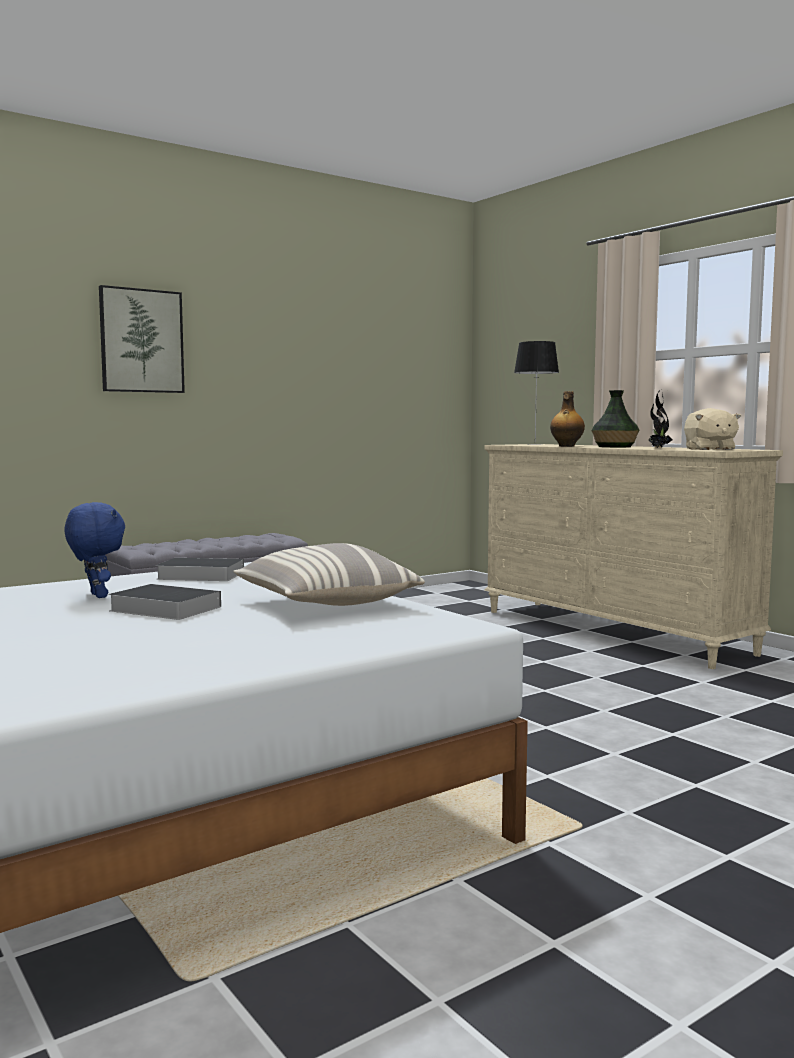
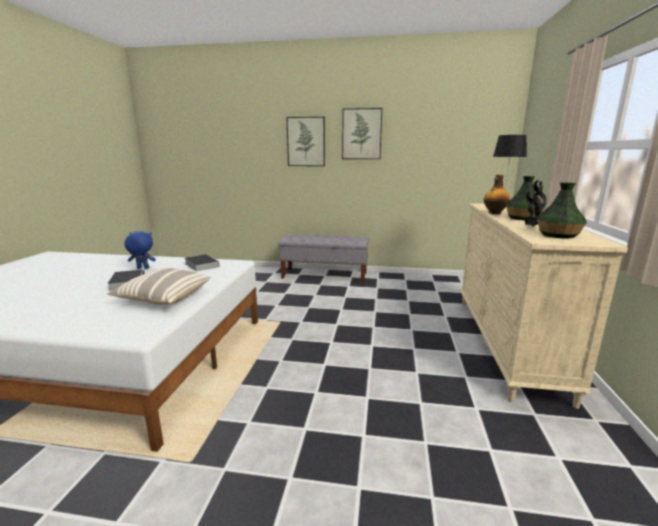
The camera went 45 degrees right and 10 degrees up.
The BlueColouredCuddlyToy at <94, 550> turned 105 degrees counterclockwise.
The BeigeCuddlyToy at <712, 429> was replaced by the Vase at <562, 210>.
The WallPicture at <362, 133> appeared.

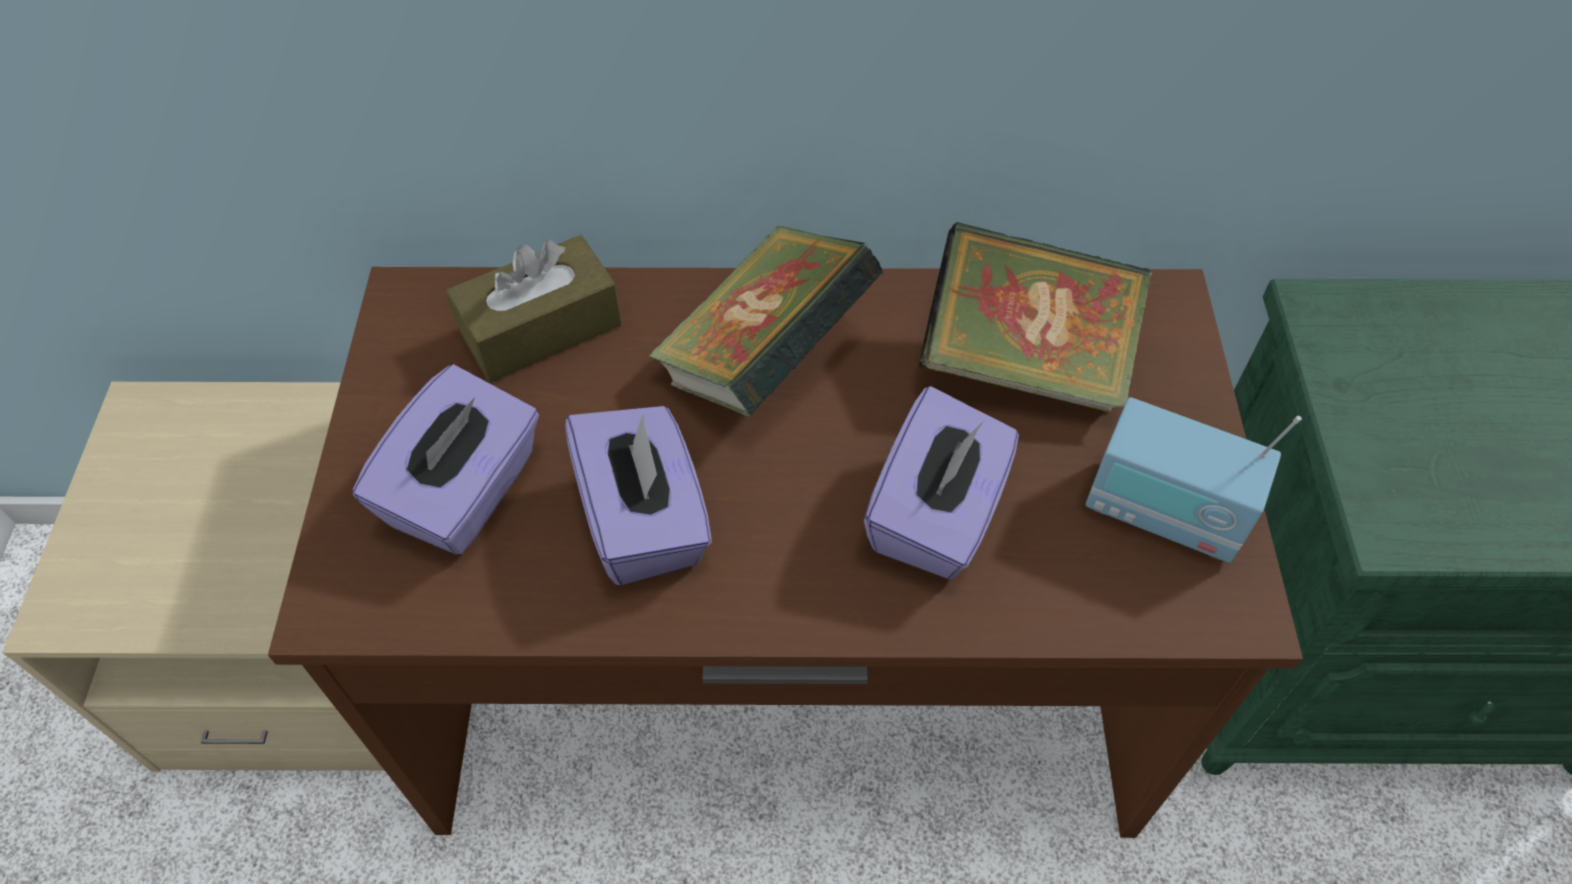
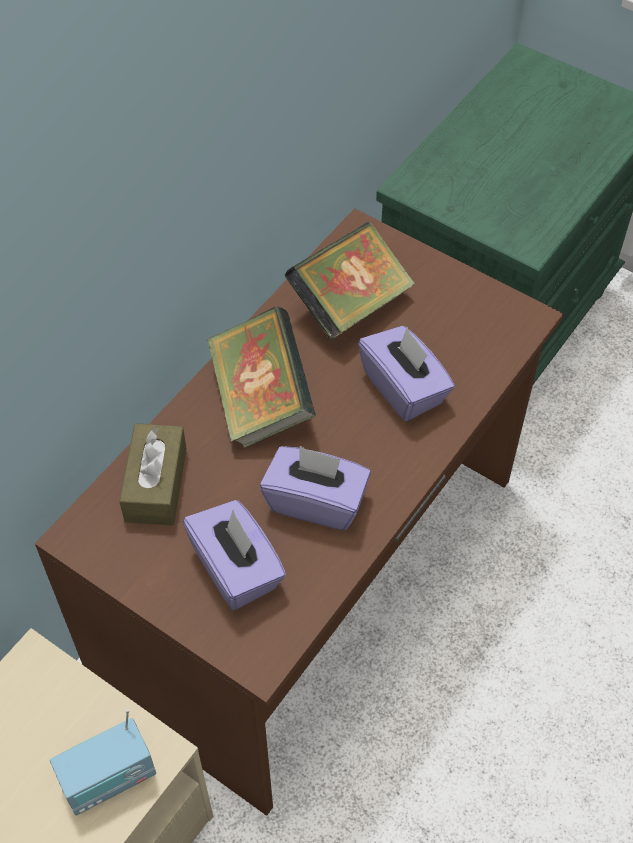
The camera went 55 degrees left and 0 degrees up.
The Radio moved from <1194, 480> to <103, 762>.

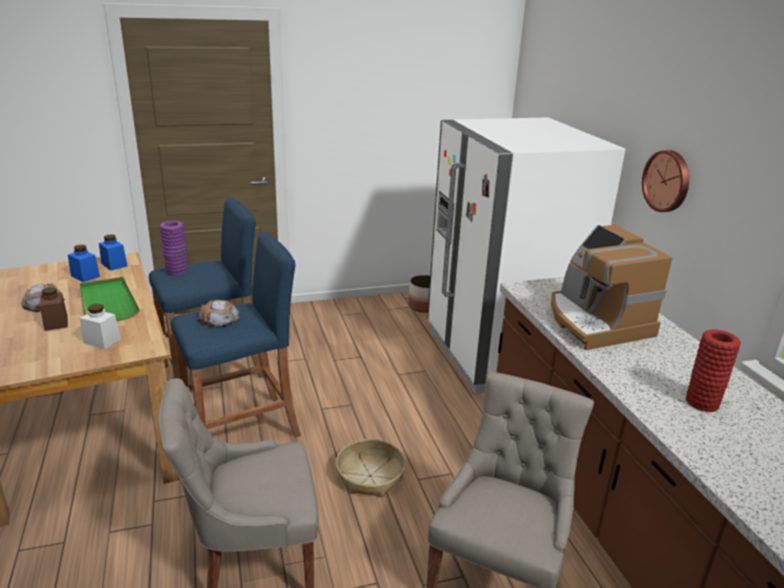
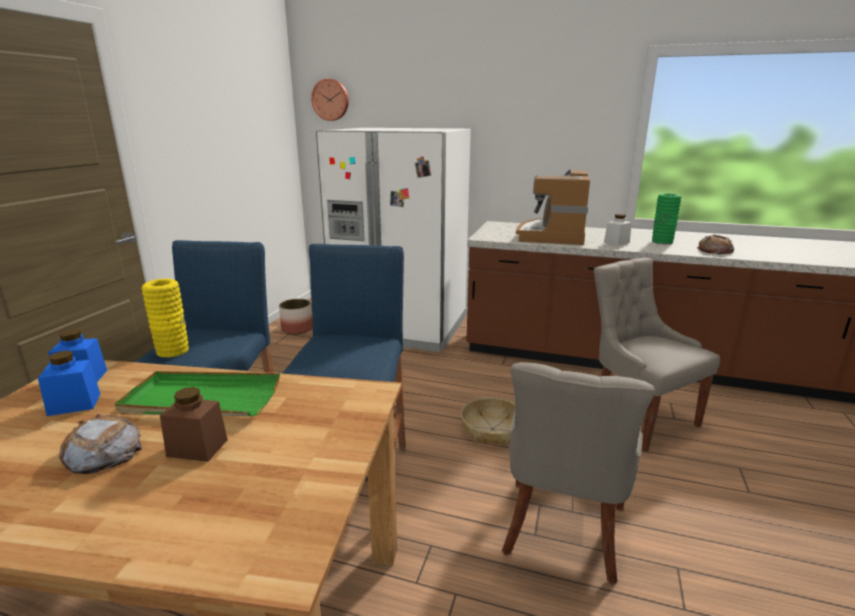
The camera went 55 degrees left and 5 degrees down.
The WhiteJar moved from <100, 326> to <618, 230>.
The PurplishVase at <174, 248> became the YellowColouredVase at <165, 318>.
The BakedBread moved from <218, 314> to <715, 244>.
The CoffeeMaker at <611, 287> turned 90 degrees clockwise.
The ClockOnTheWall moved from <665, 181> to <330, 100>.
The ReddishVase at <713, 371> became the GreenVase at <666, 218>.

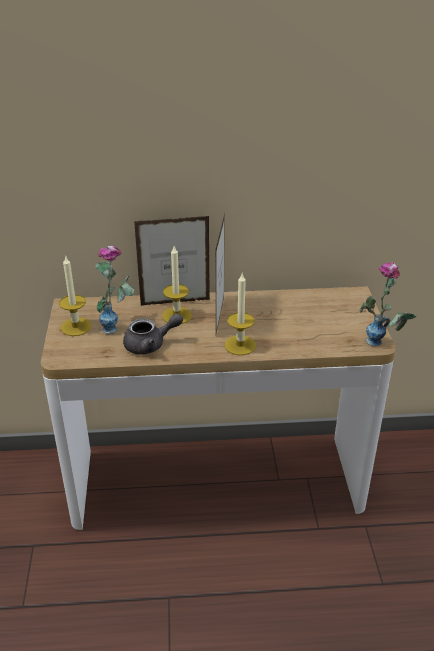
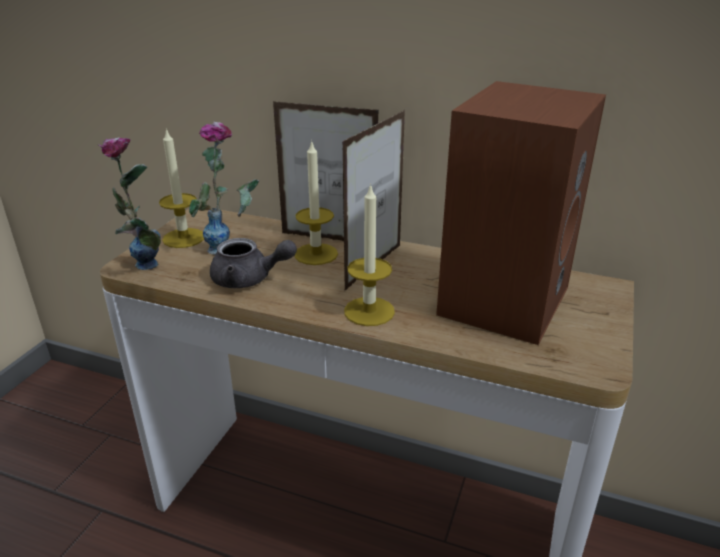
The camera went 25 degrees right and 5 degrees down.
The Vase moved from <388, 304> to <129, 203>.
The BrownishLoudspeaker at <521, 213> appeared.

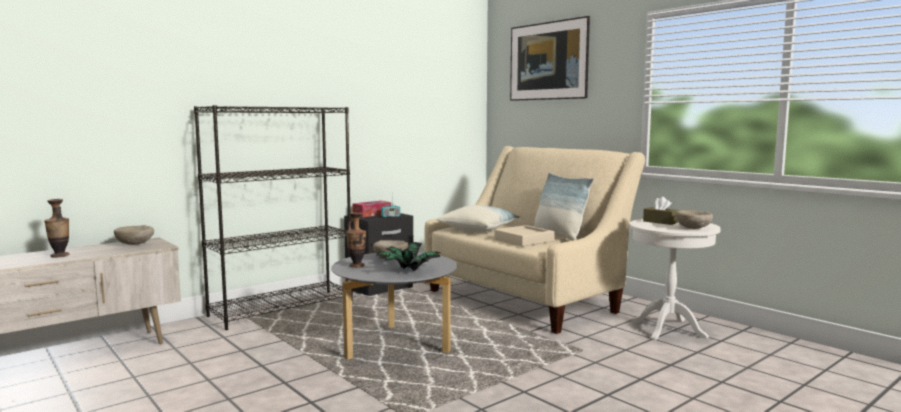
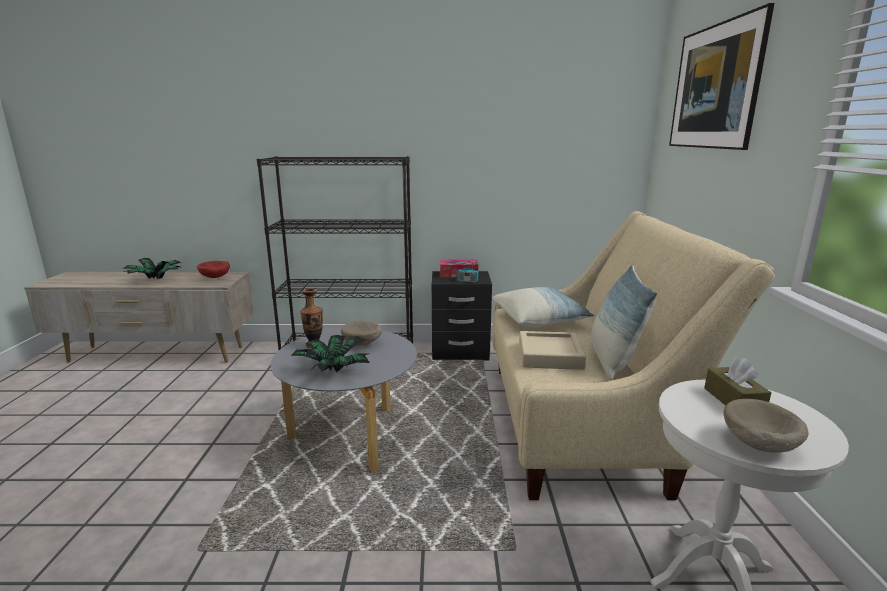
The camera went 40 degrees right and 10 degrees up.
The Vase at <56, 228> was replaced by the PlantInAPot at <152, 269>.
The BeigeBowl at <134, 235> became the ReddishBowl at <213, 269>.

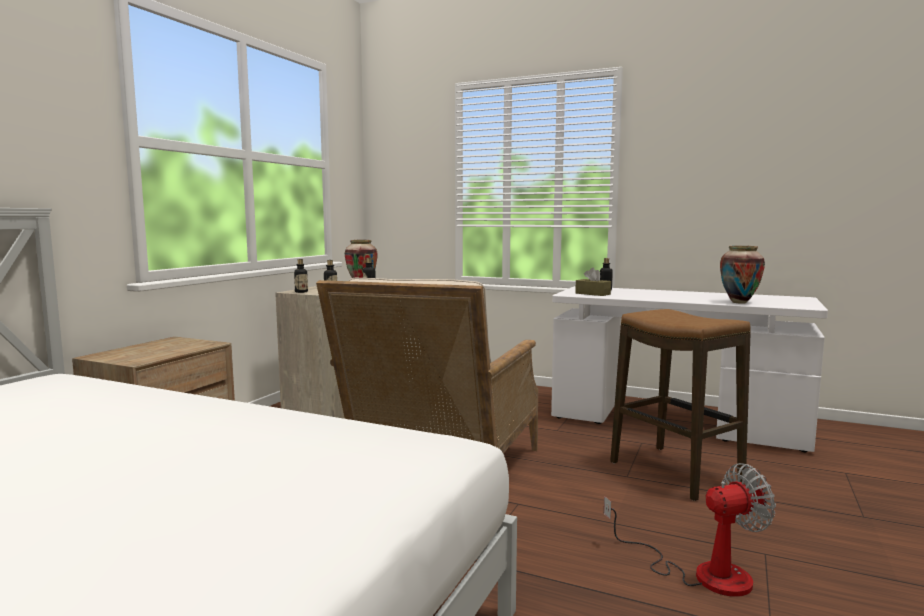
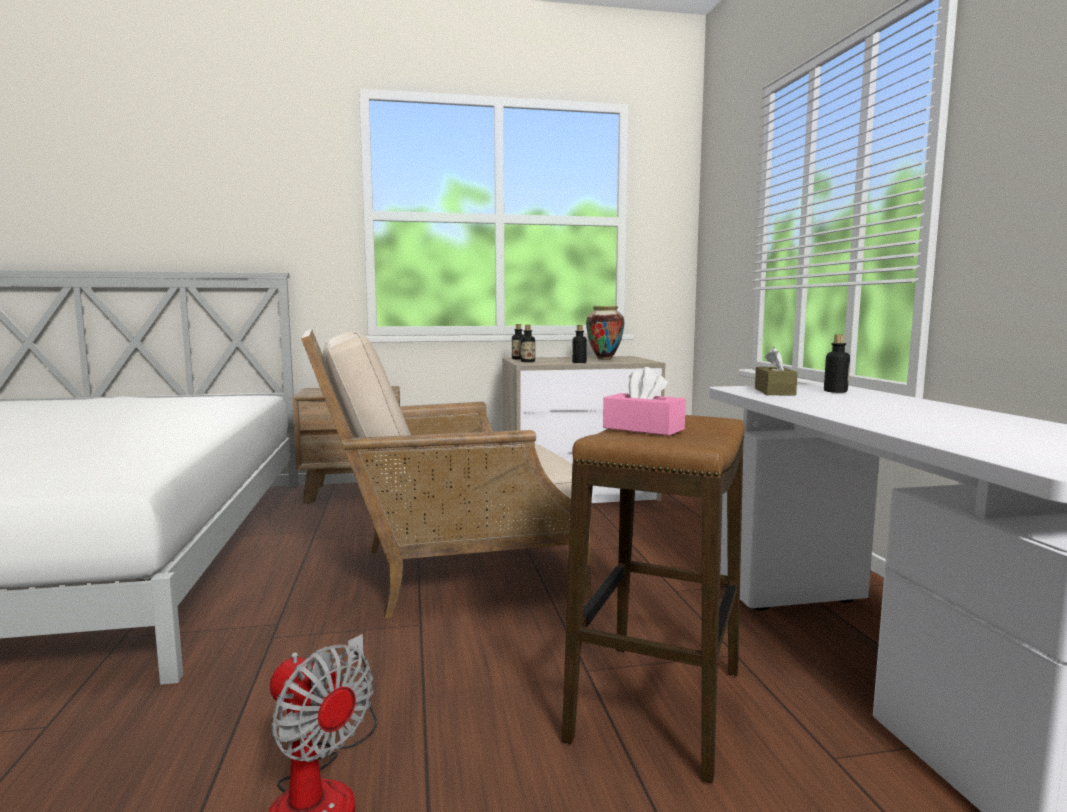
The camera went 55 degrees right and 0 degrees up.
The Vase at <742, 275> disappeared.
The PinkTissueBox at <644, 401> appeared.

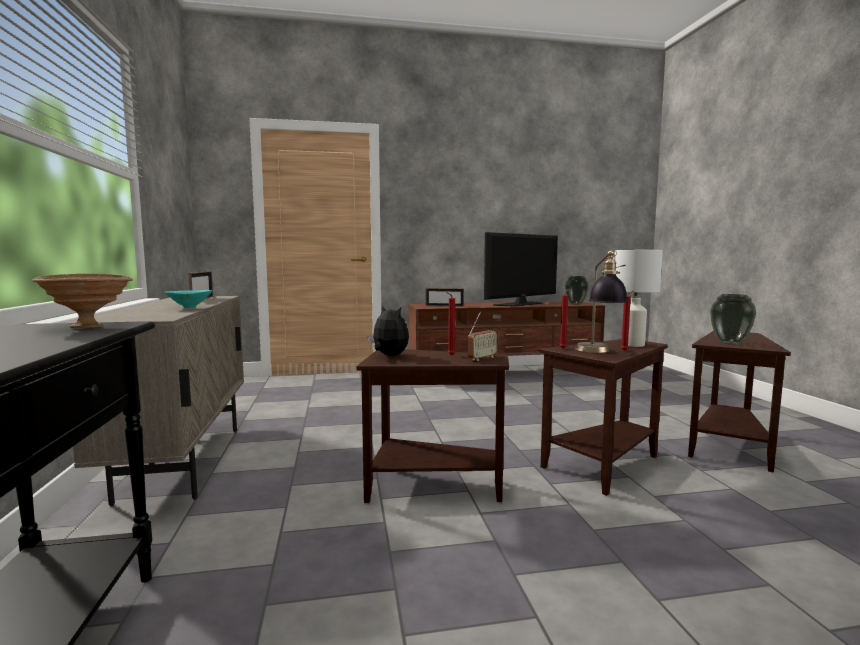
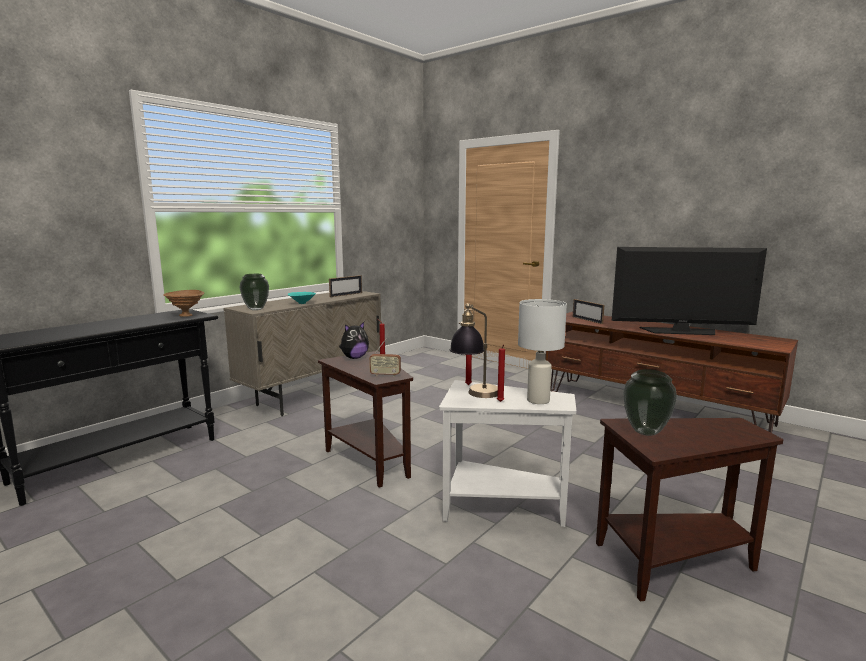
The camera went 50 degrees right and 5 degrees up.
The CuddlyToy at <388, 330> turned 45 degrees clockwise.
The BrownishSideTable at <603, 417> became the WhiteSideTable at <507, 453>.
The Vase moved from <577, 290> to <254, 292>.

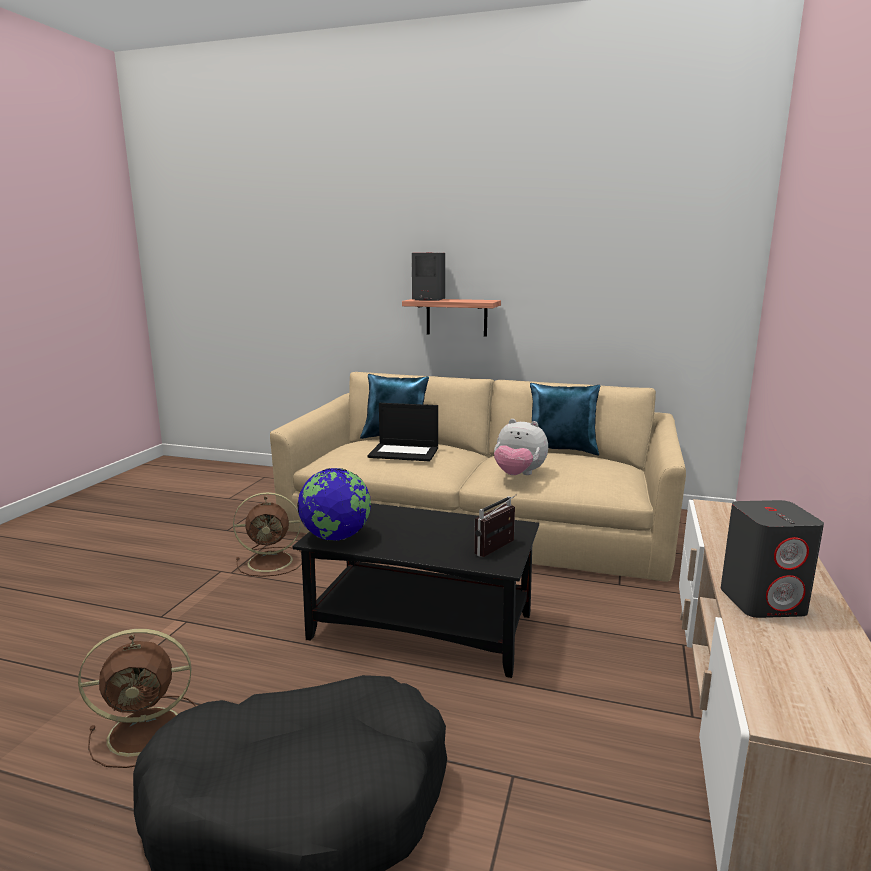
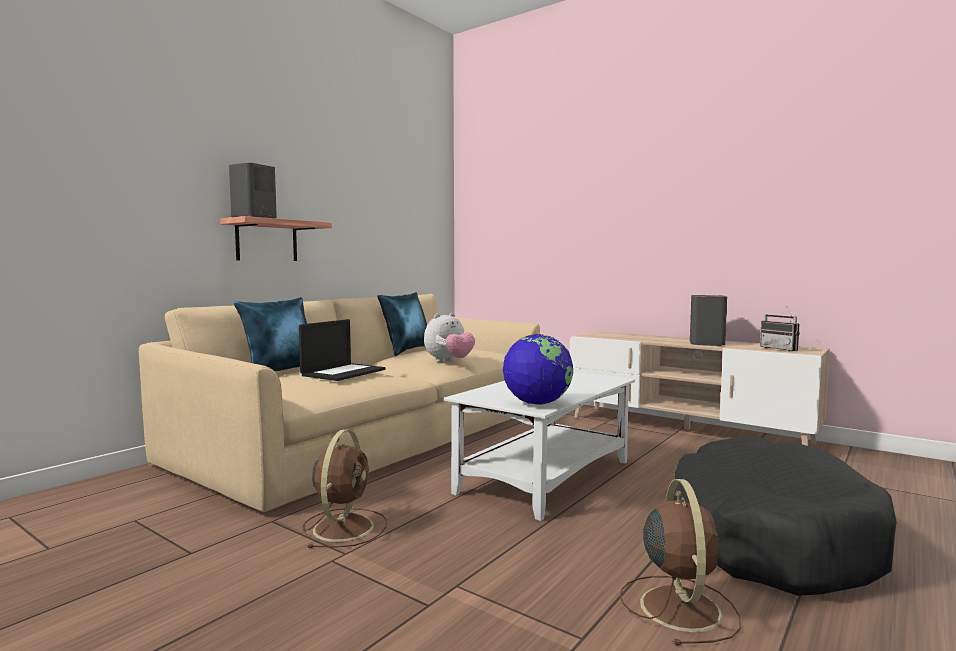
The camera went 70 degrees left and 10 degrees down.
The BlackColouredCoffeeTable at <415, 590> became the WhiteCoffeeTable at <539, 446>.
The Radio moved from <495, 526> to <780, 328>.

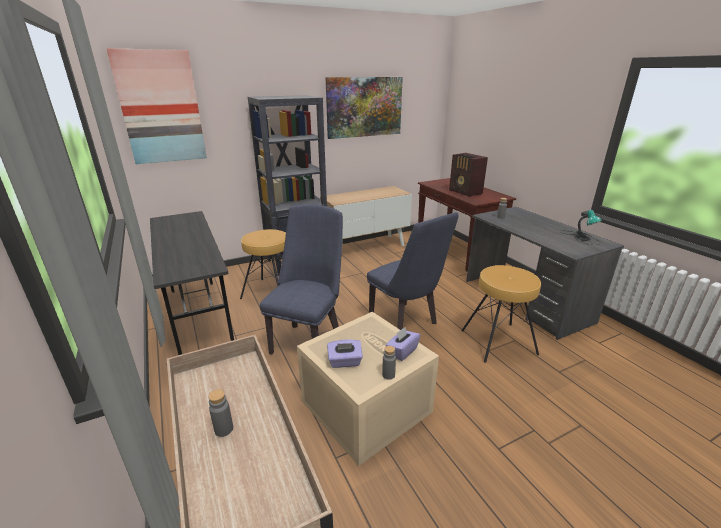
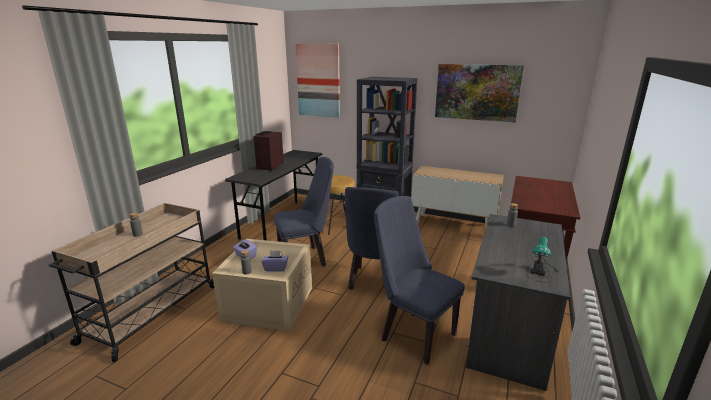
The camera went 50 degrees right and 5 degrees down.
The Radio moved from <468, 175> to <268, 151>.
The BrownishSittingStool at <501, 314> was replaced by the BlueColouredPlainChair at <419, 280>.

